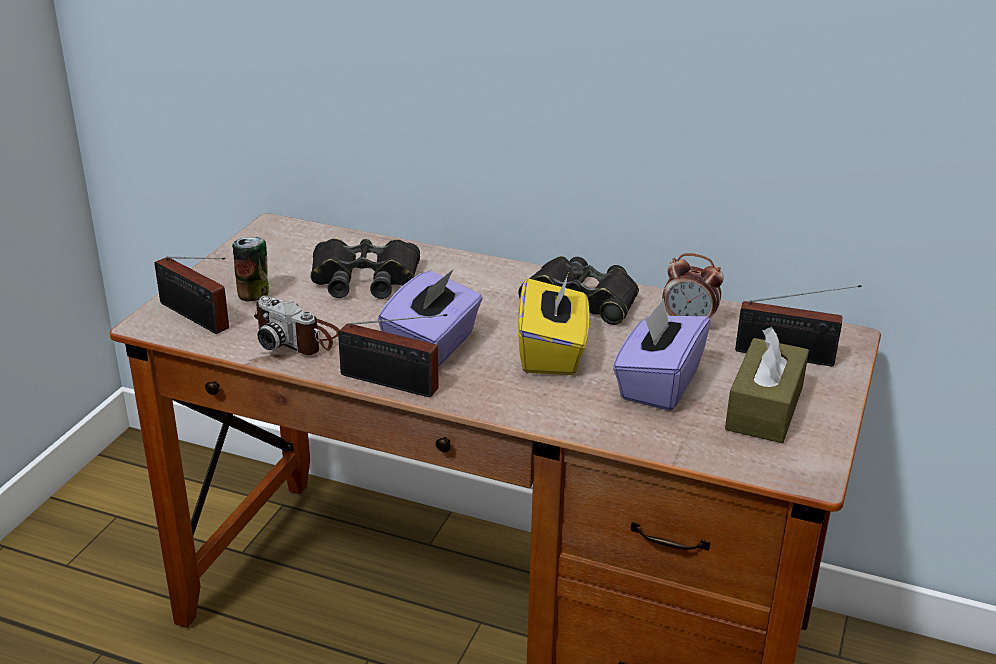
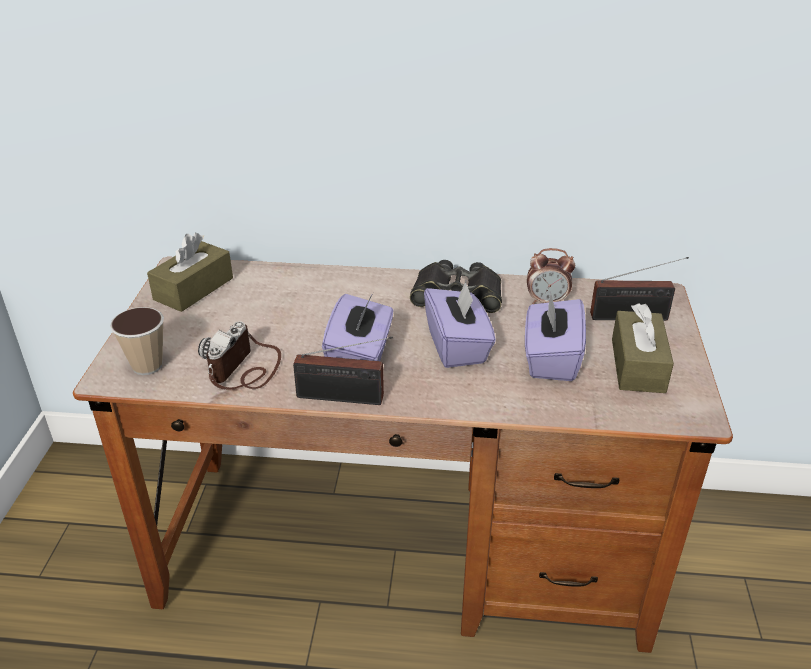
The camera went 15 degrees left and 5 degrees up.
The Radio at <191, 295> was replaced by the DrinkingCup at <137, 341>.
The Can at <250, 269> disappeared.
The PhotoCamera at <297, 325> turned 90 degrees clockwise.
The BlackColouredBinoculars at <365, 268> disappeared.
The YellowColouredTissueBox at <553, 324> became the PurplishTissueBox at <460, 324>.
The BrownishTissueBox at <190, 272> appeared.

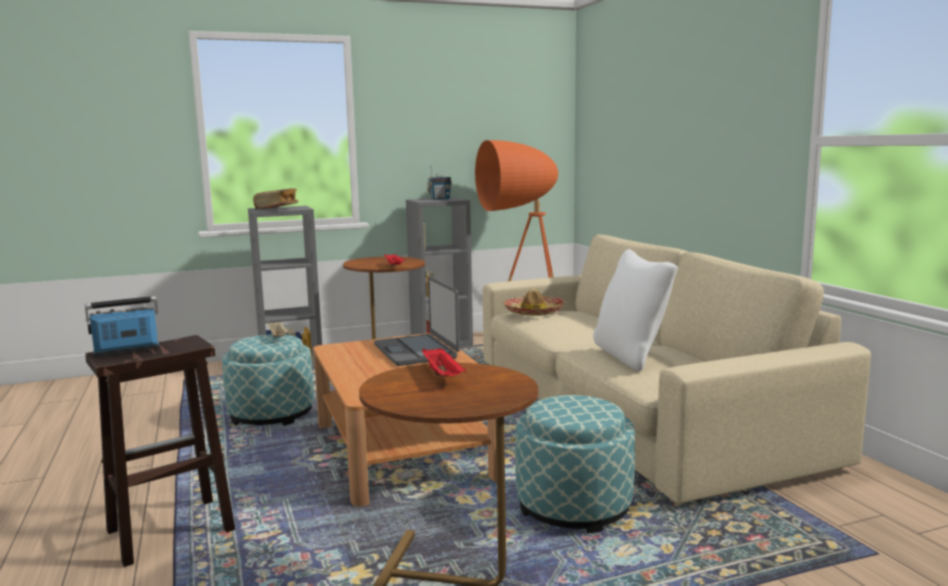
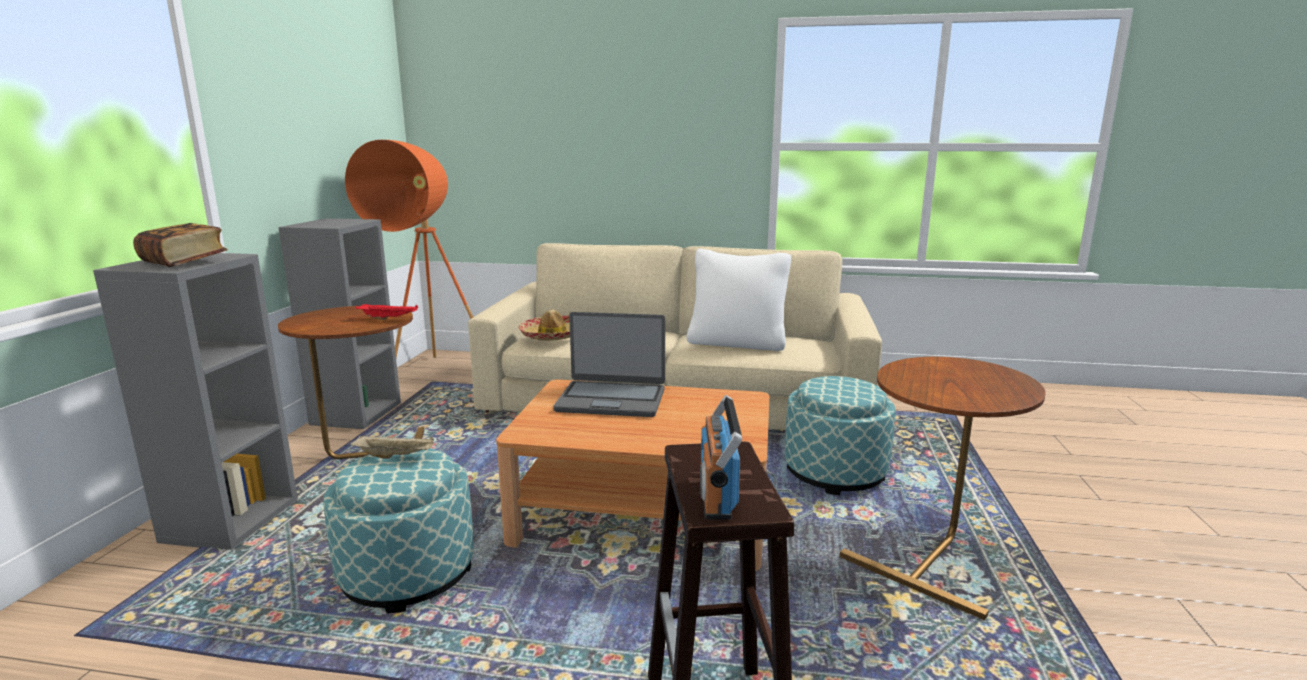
The camera went 60 degrees left and 5 degrees up.
The ReddishServingTray at <444, 362> disappeared.
The Radio at <439, 182> disappeared.

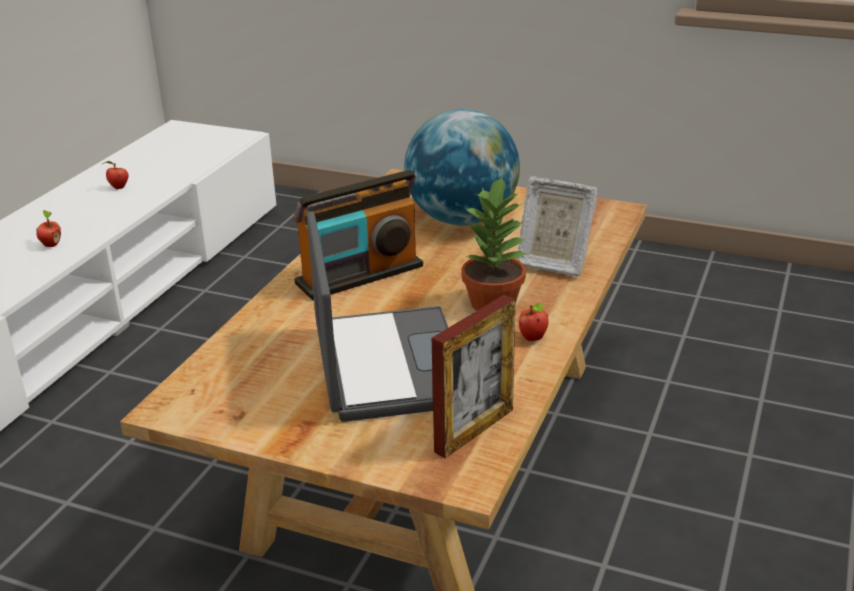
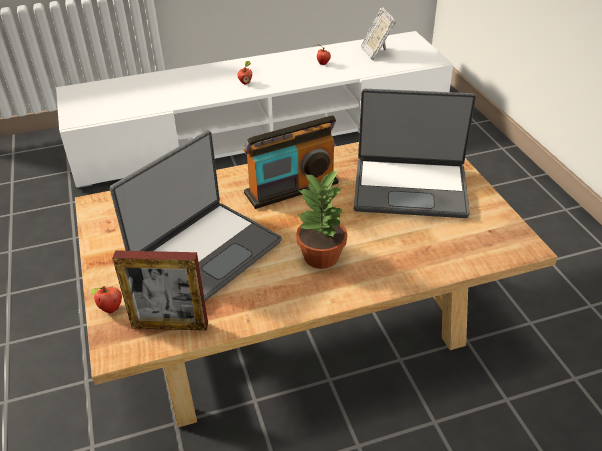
The camera went 50 degrees right and 10 degrees up.
The Radio at <358, 235> turned 45 degrees counterclockwise.
The Globe at <462, 167> was replaced by the NotebookComputer at <415, 153>.
The StandingFrame moved from <557, 226> to <378, 33>.
The WholeApple moved from <533, 321> to <106, 300>.

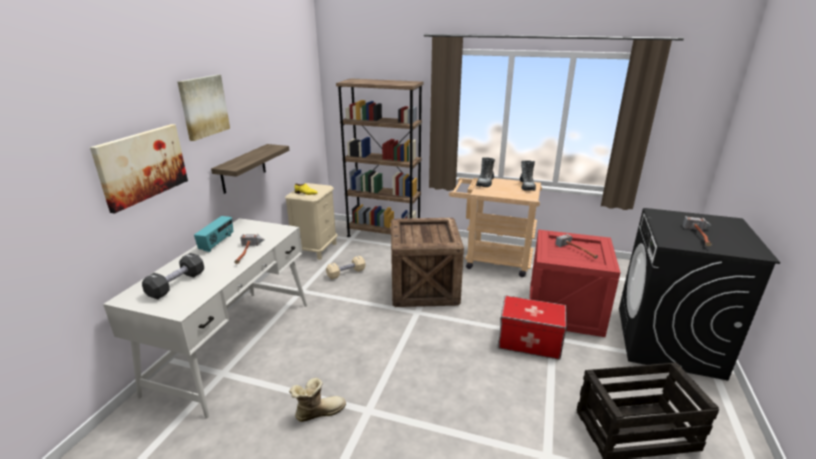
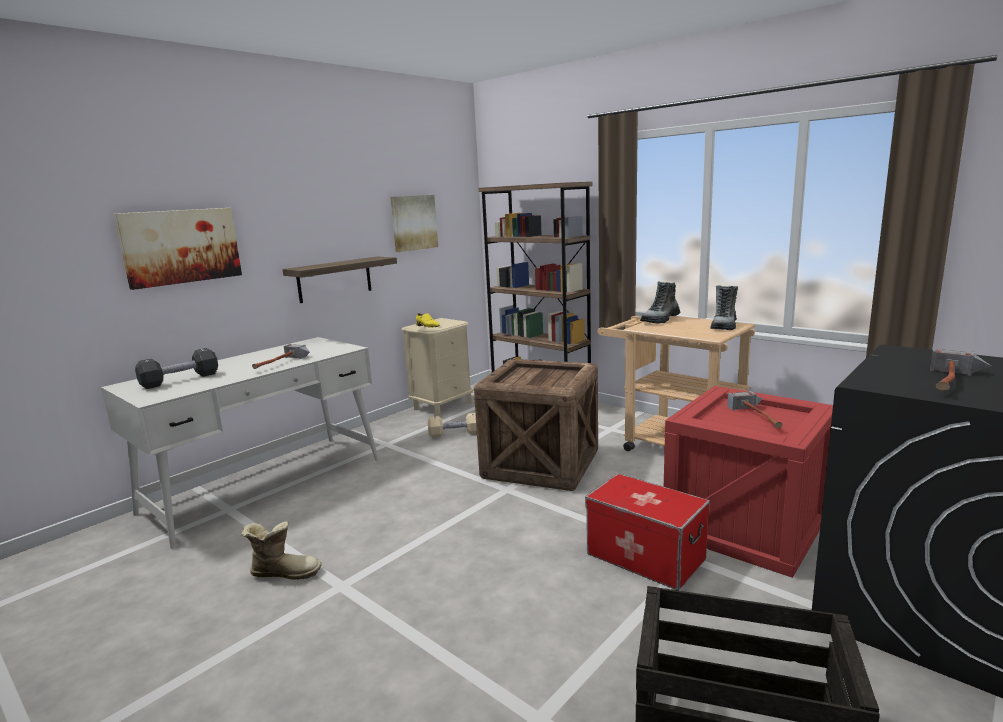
The camera went 25 degrees right and 10 degrees down.
The WallPicture moved from <203, 108> to <414, 223>.
The Radio at <213, 234> disappeared.

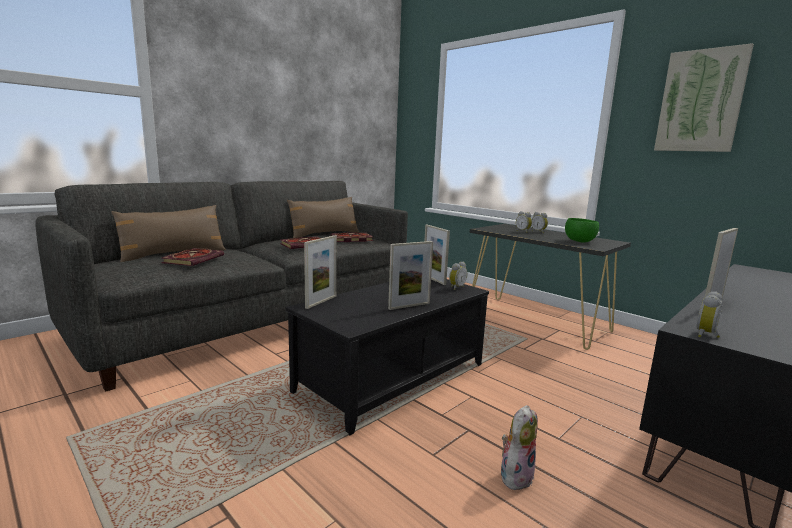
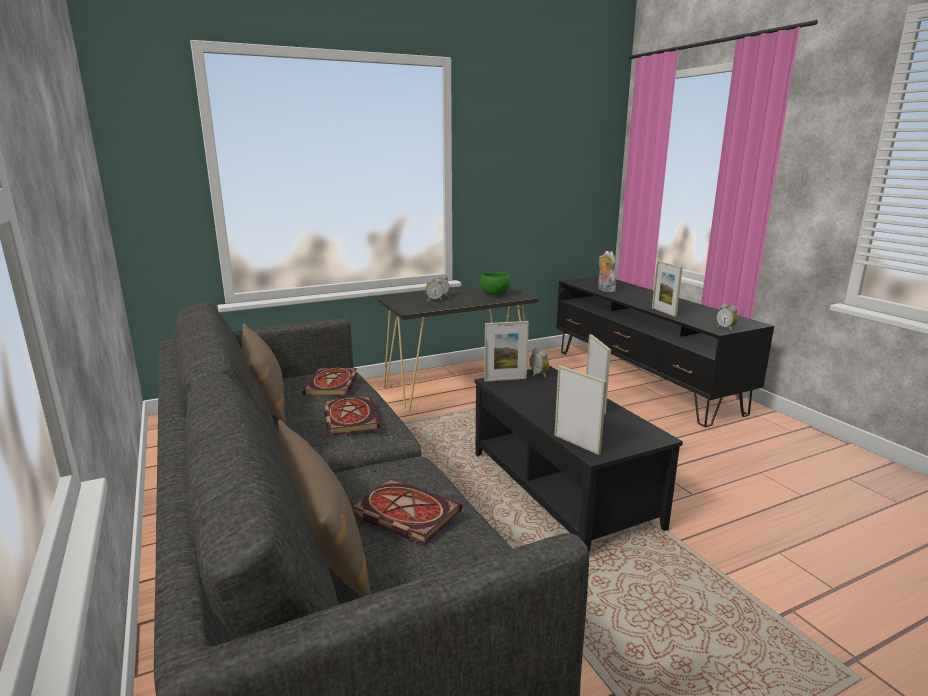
The camera went 70 degrees left and 5 degrees up.
The CuddlyToy moved from <519, 447> to <607, 271>.
The WallPicture at <704, 97> disappeared.

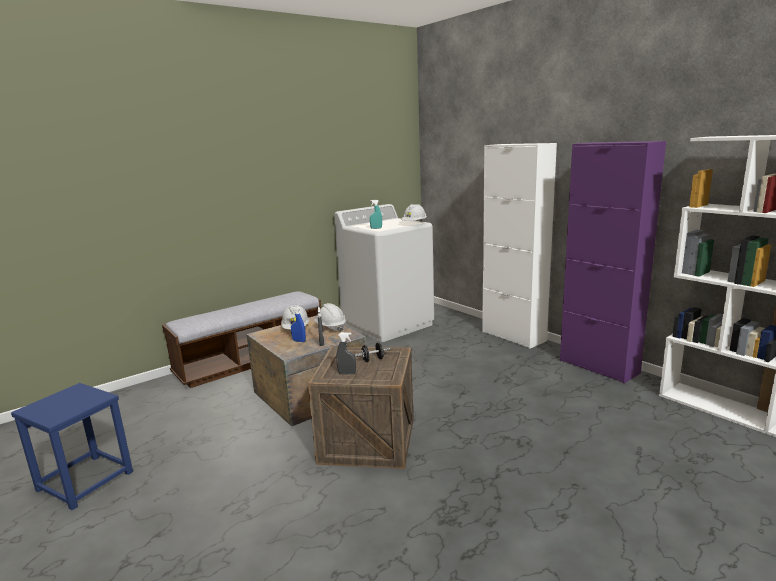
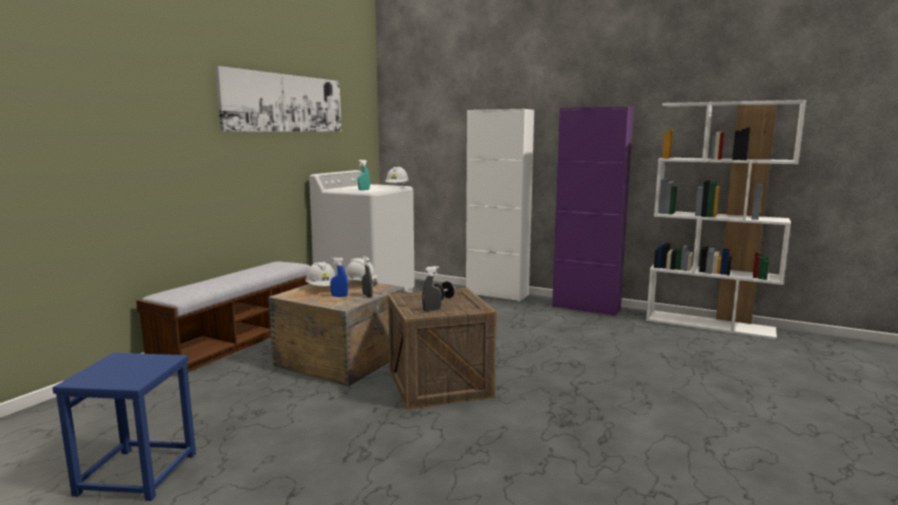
The camera went 25 degrees left and 5 degrees down.
The WallPicture at <278, 99> appeared.

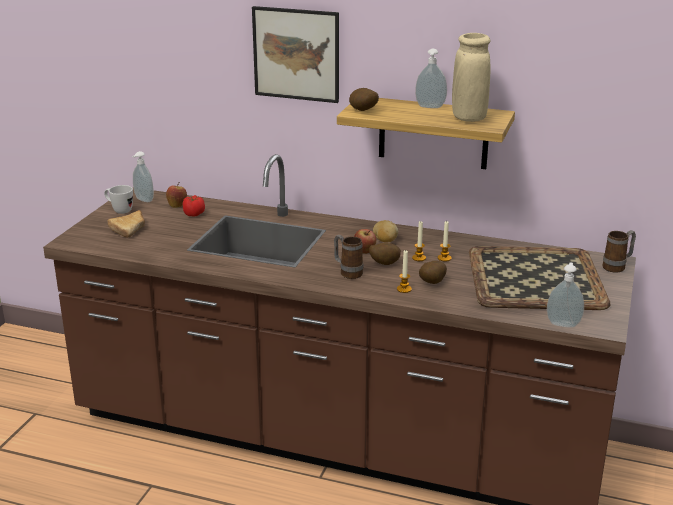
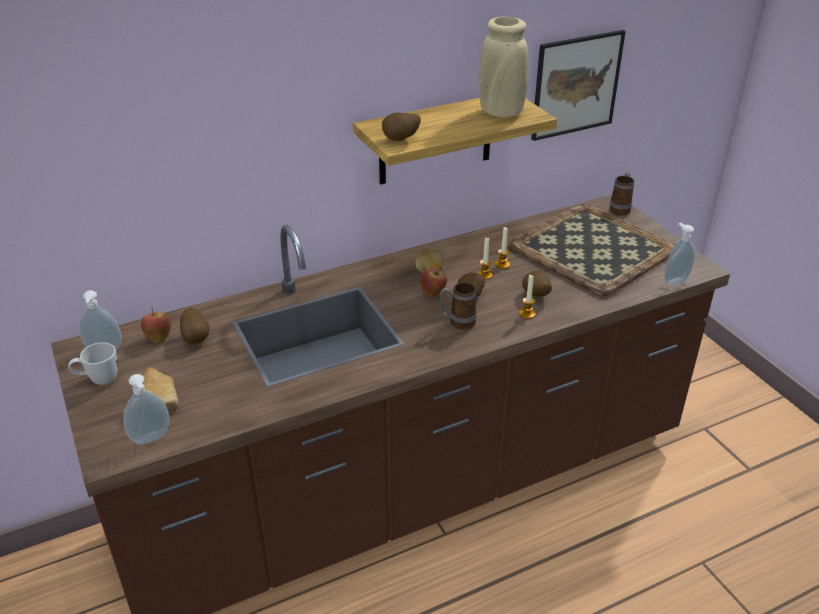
The camera went 45 degrees left and 10 degrees up.
The WholeTomato at <194, 205> was replaced by the Spud at <194, 326>.
The WallPicture moved from <295, 54> to <578, 85>.
The LiquidSoapBottle moved from <431, 78> to <146, 409>.

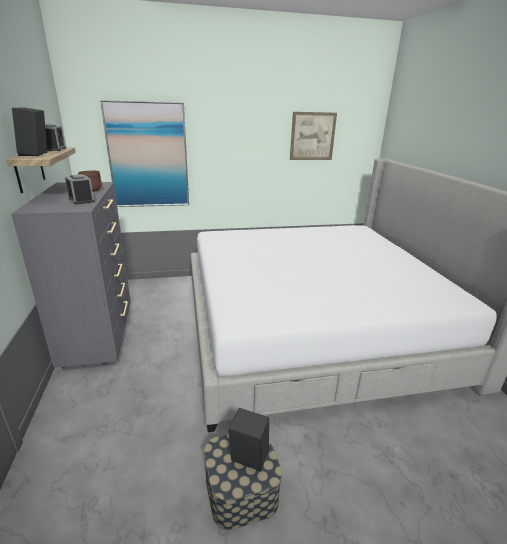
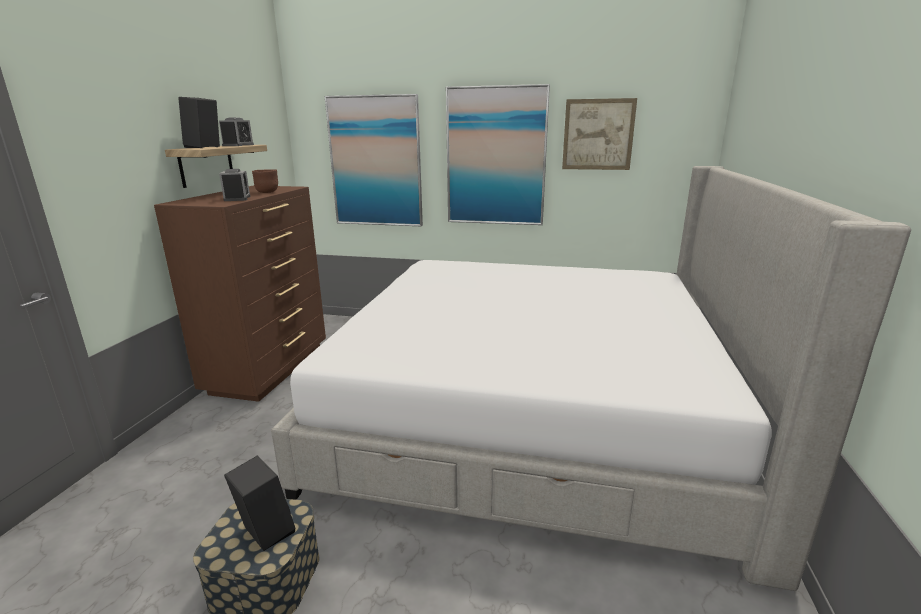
The camera went 25 degrees right and 5 degrees down.
The GreyChestOfDrawers at <71, 276> became the BrownishChestOfDrawers at <240, 294>.
The WallPicture at <498, 154> appeared.

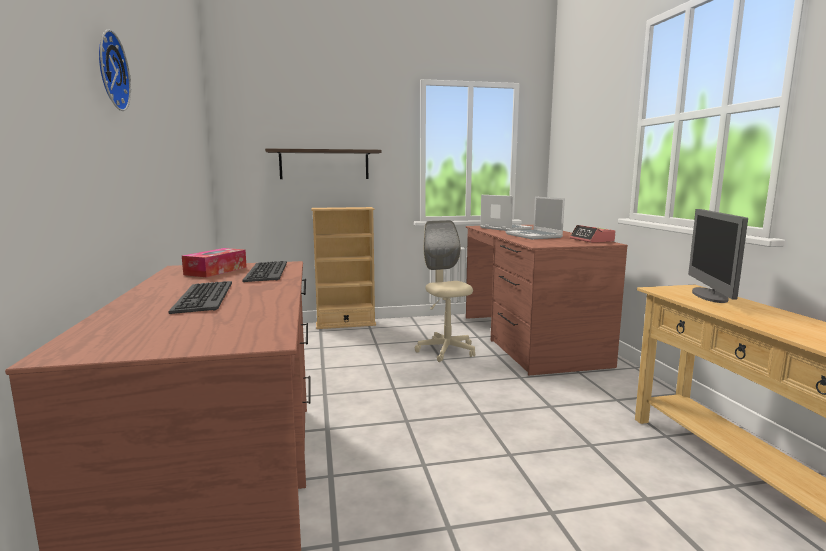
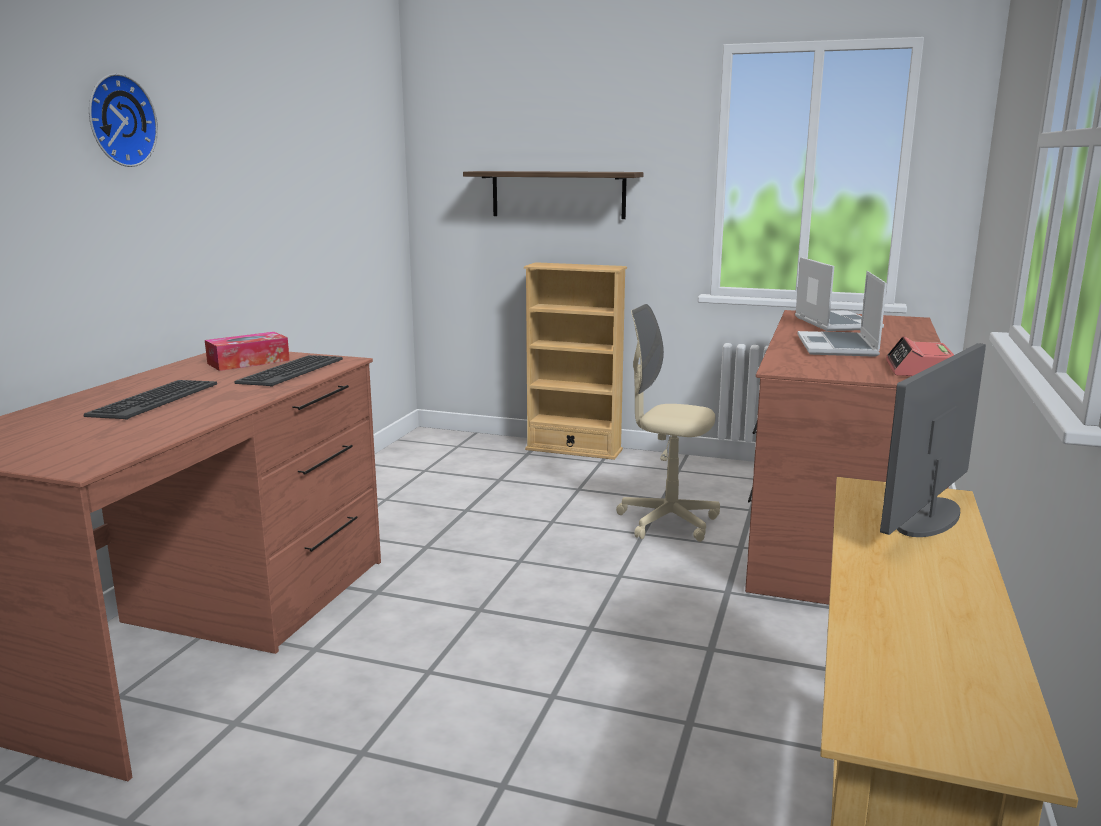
The camera went 30 degrees right and 5 degrees up.
The BeigeOfficeChair at <445, 291> turned 75 degrees counterclockwise.

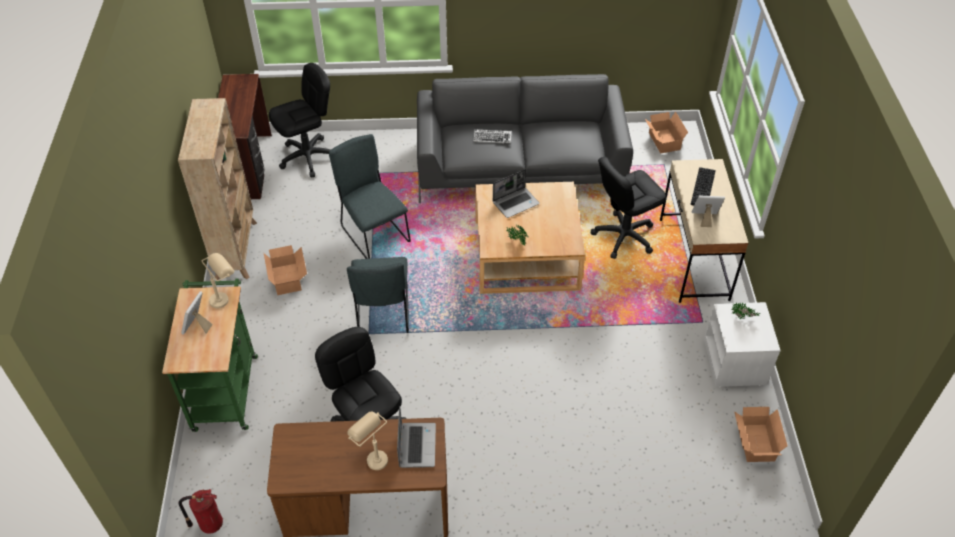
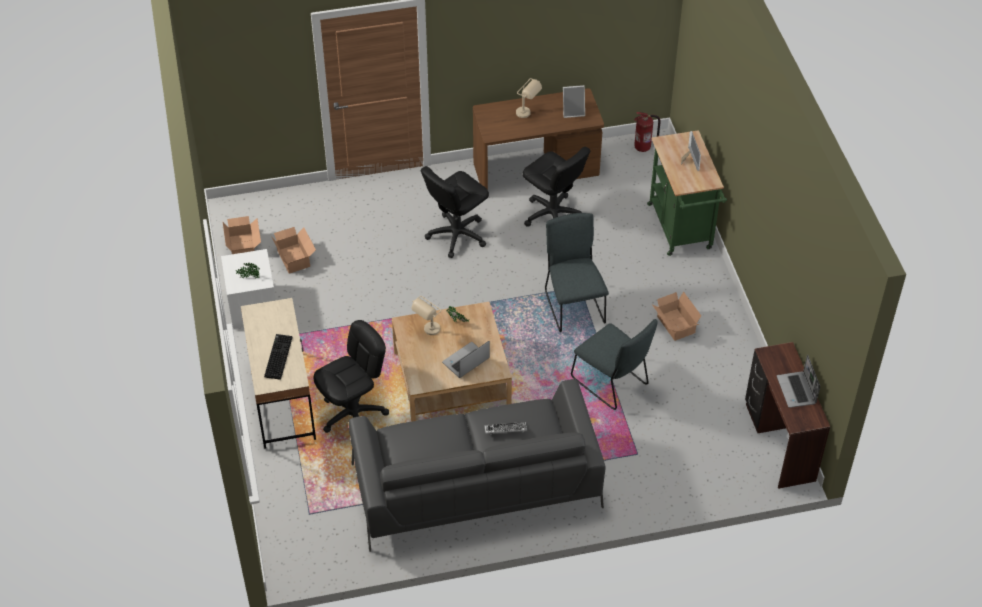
The camera went 170 degrees right and 0 degrees up.
The BeigeBookshelf at <217, 189> disappeared.
The BeigeTableLamp moved from <218, 280> to <426, 315>.
The BlackColouredOfficeChair moved from <299, 120> to <454, 212>.
The NotebookComputer moved from <416, 437> to <798, 381>.
The PackingBox moved from <666, 133> to <293, 250>.
The StandingFrame moved from <708, 211> to <574, 101>.

